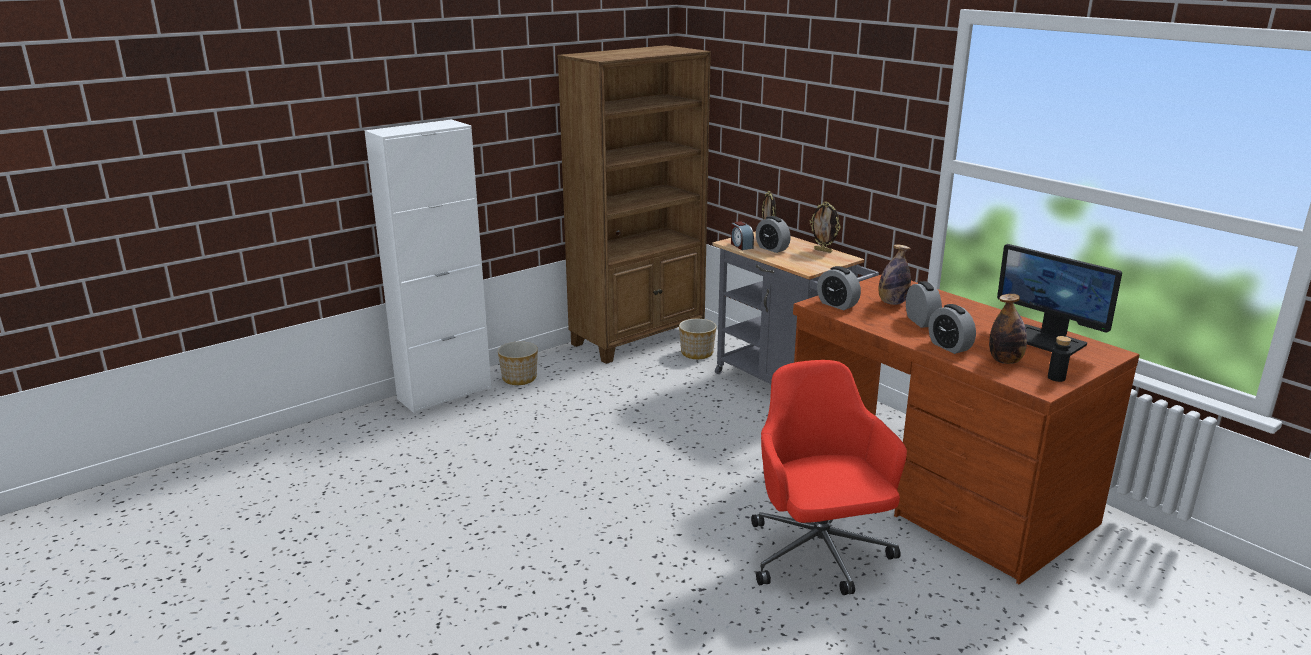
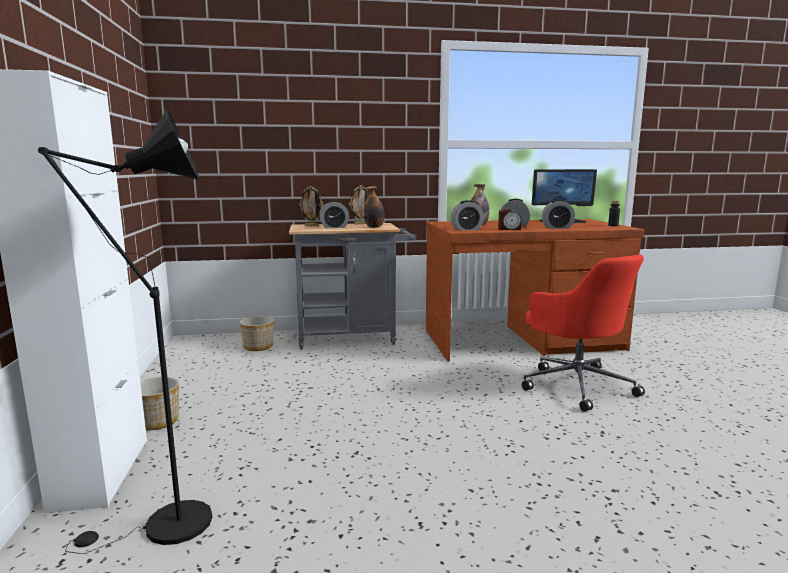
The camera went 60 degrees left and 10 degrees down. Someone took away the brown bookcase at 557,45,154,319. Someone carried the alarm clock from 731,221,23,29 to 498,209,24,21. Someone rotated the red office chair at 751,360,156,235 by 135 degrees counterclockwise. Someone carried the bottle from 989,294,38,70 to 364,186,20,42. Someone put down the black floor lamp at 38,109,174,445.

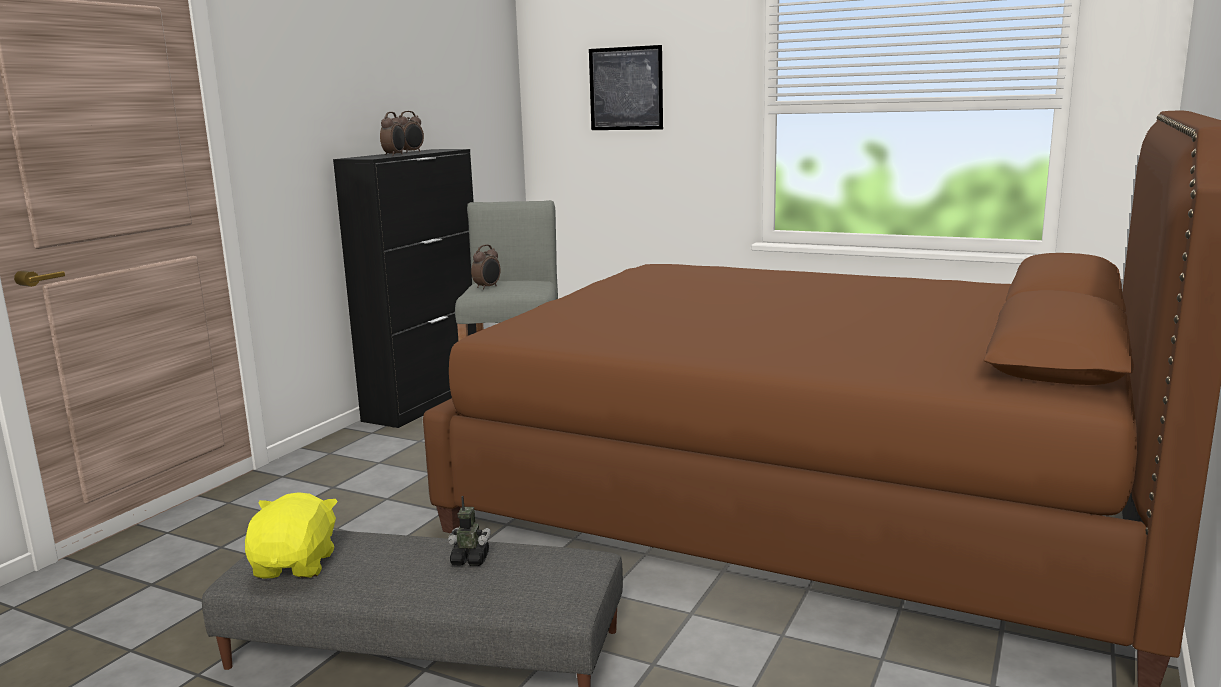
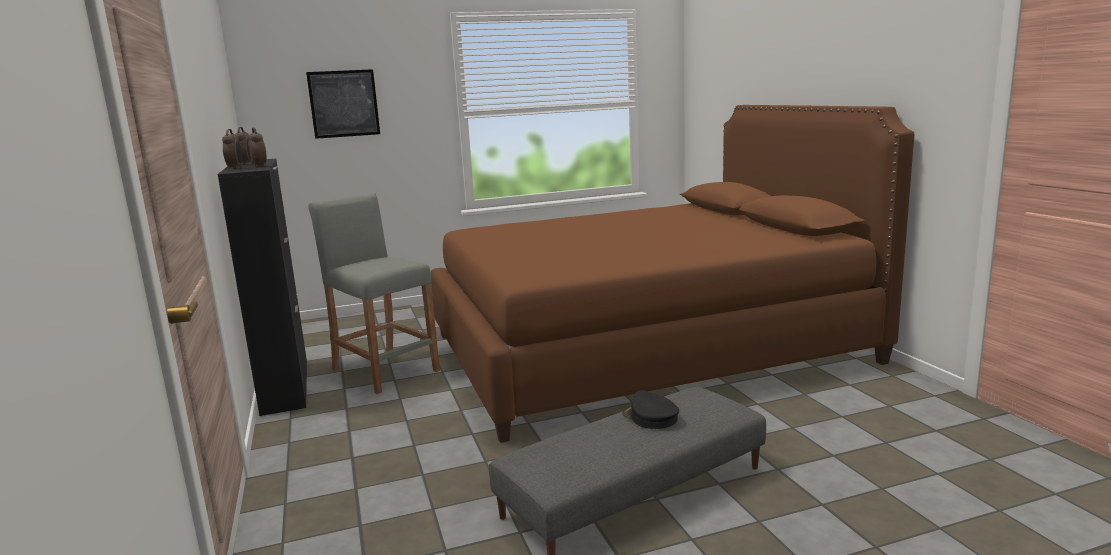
The camera went 45 degrees left and 0 degrees up. Someone took away the yellow plush toy at 245,492,93,86. Someone swapped the toy robot at 448,496,43,70 for the black cap at 622,390,58,39. Someone carried the alarm clock from 471,244,30,46 to 222,129,21,40.

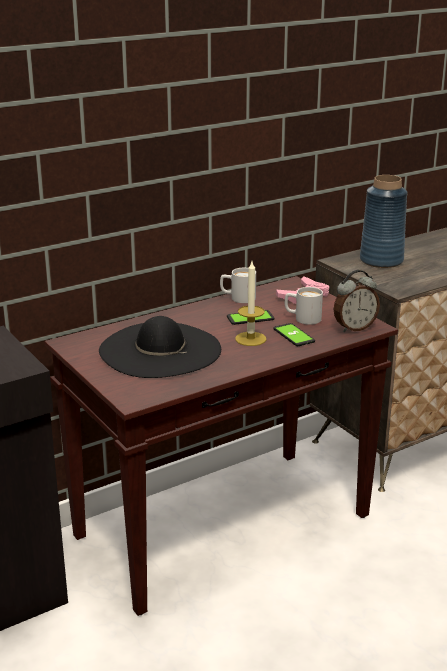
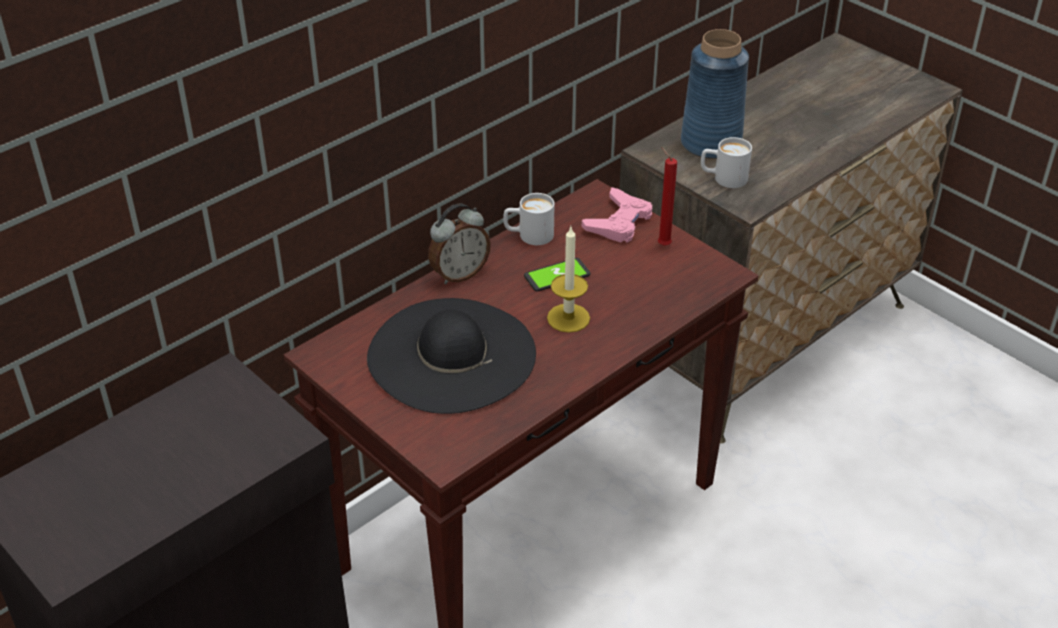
The camera went 10 degrees left and 15 degrees up. Someone took away the phone at 273,323,42,23. Someone carried the white mug from 285,287,38,38 to 701,137,51,51. Someone carried the alarm clock from 334,270,46,62 to 428,203,63,82. Someone put down the red candle at 658,147,19,99.

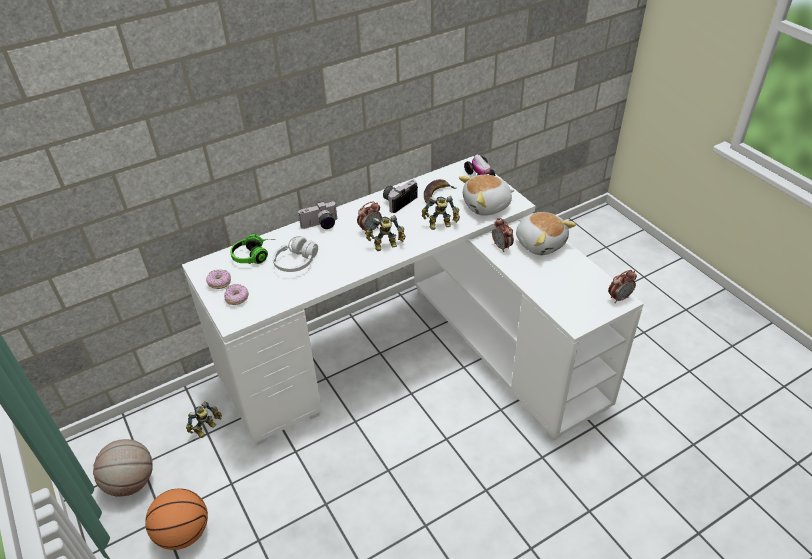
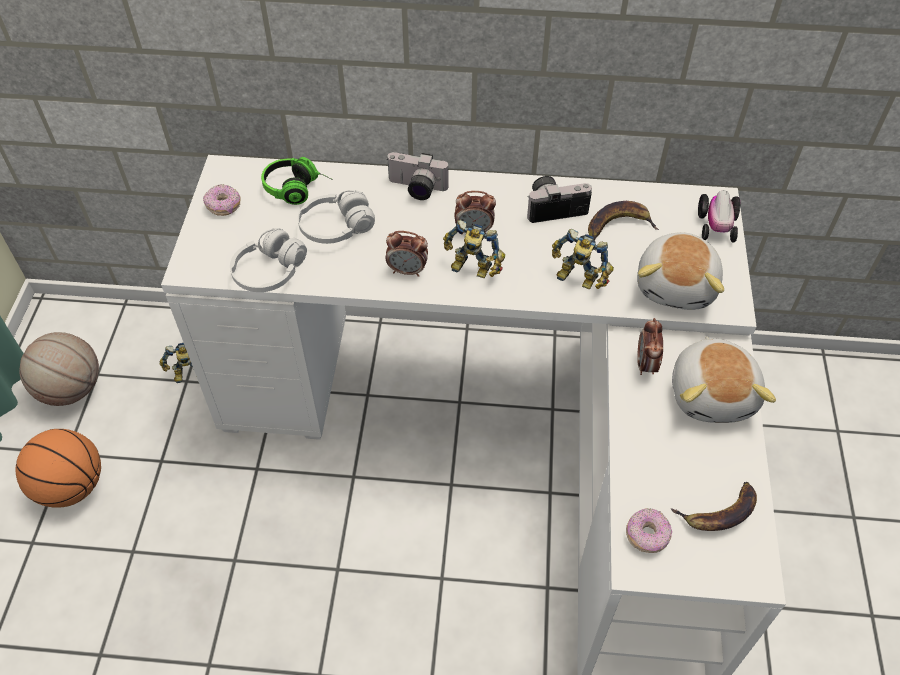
The camera went 35 degrees right and 10 degrees up. Someone carried the donut from 224,284,25,21 to 626,508,46,45. Someone rotated the plush toy at 459,175,56,41 by 90 degrees counterclockwise. Someone carried the alarm clock from 608,270,29,33 to 386,231,42,46. Someone put down the white headphones at 230,228,77,64. Someone put down the banana at 671,482,86,49.

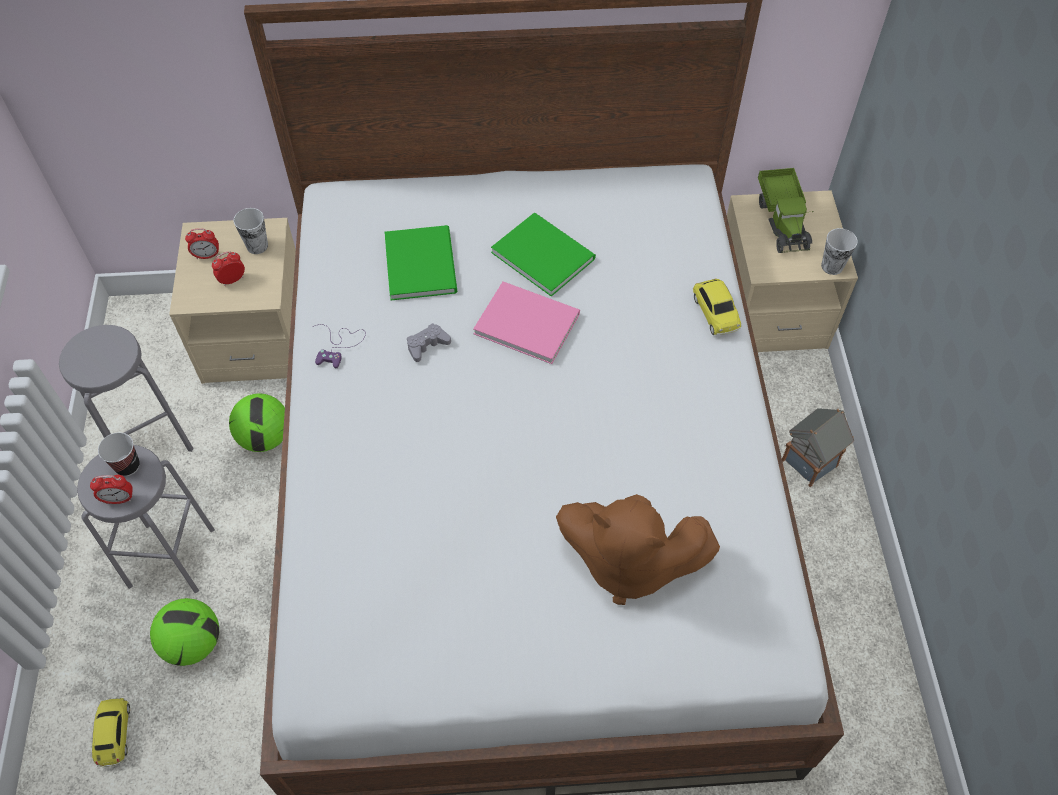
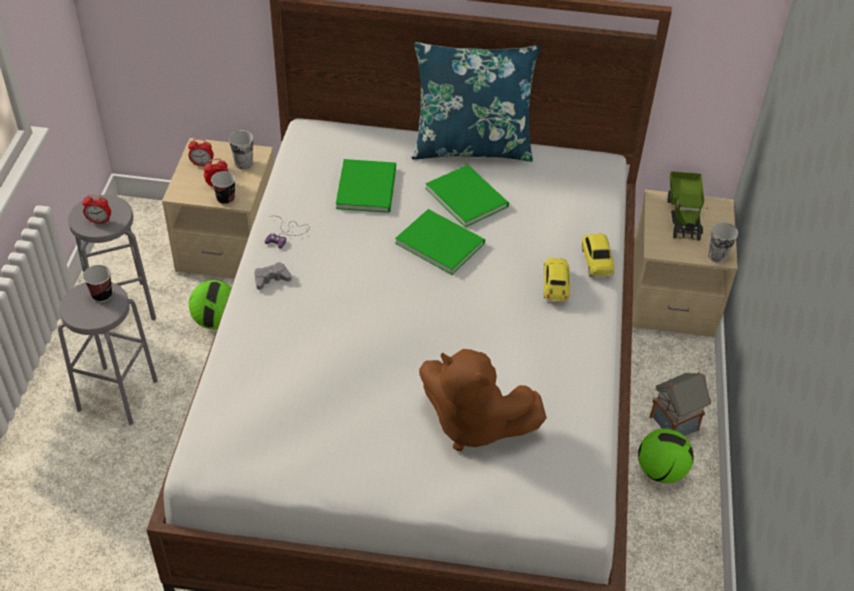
The camera went 10 degrees right and 10 degrees down. Someone carried the alarm clock from 90,475,43,29 to 82,194,29,30. Someone carried the toy car from 92,698,38,69 to 544,258,26,44. Someone carried the football from 150,598,69,68 to 638,429,56,54. Someone carried the grey game controller from 407,323,44,39 to 254,262,38,28. Someone repainted the pink book at 473,281,107,83, which became the green book at 395,209,90,66. Someone put down the cup at 211,171,25,34. Someone put down the blue pillow at 412,42,129,120.

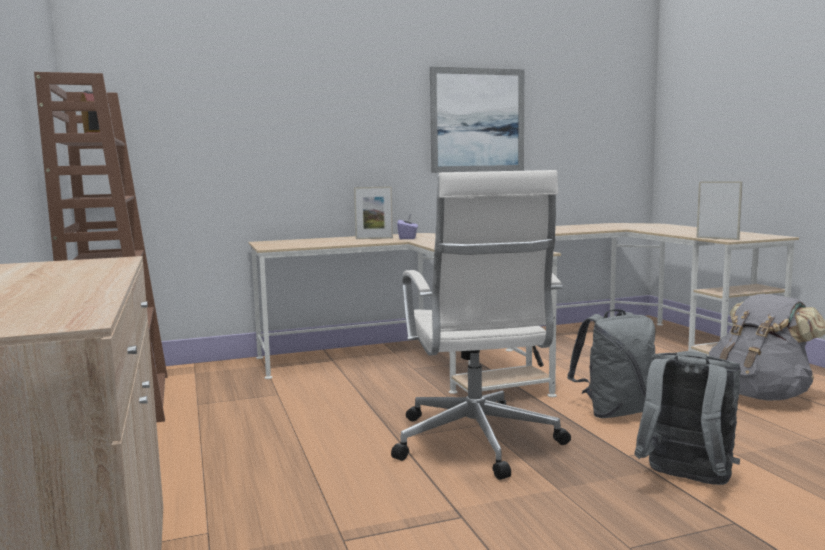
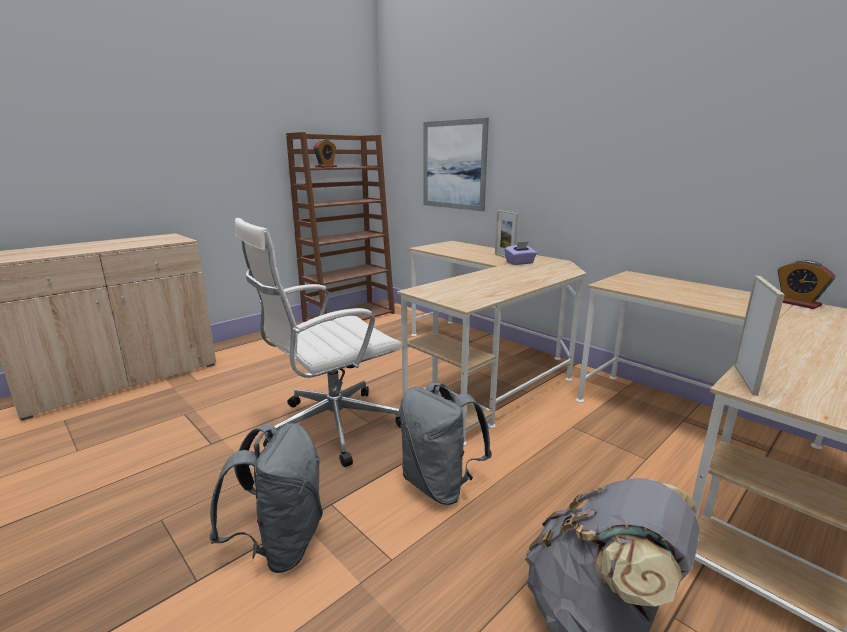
The camera went 65 degrees right and 10 degrees up. Someone carried the picture from 430,67,94,106 to 423,118,66,93. Someone put down the alarm clock at 778,260,57,49.

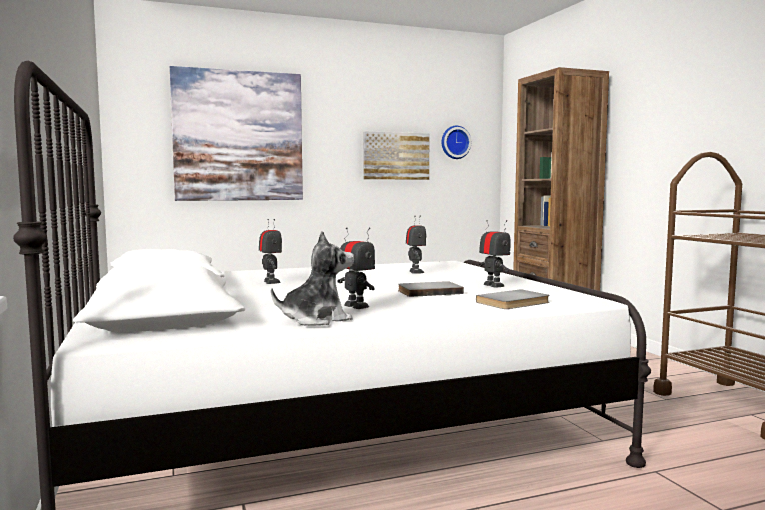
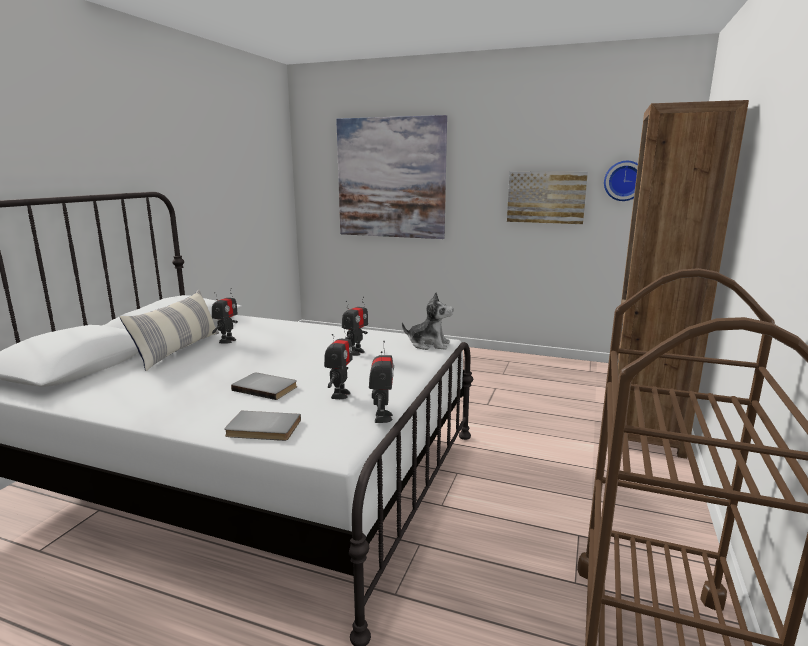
The camera went 40 degrees right and 10 degrees up. Someone carried the plush toy from 271,231,83,95 to 402,292,51,58. Someone carried the toy robot from 338,227,37,82 to 369,341,25,82. Someone put down the pillow at 120,290,99,81.

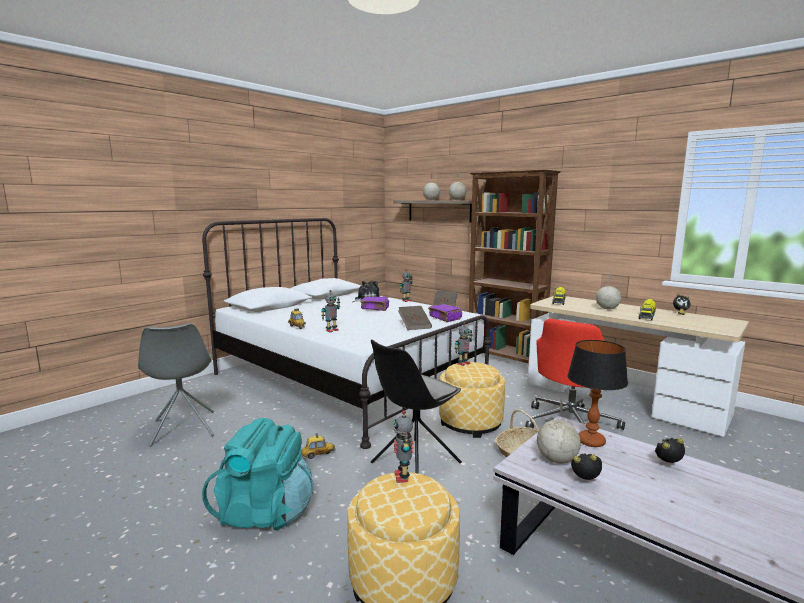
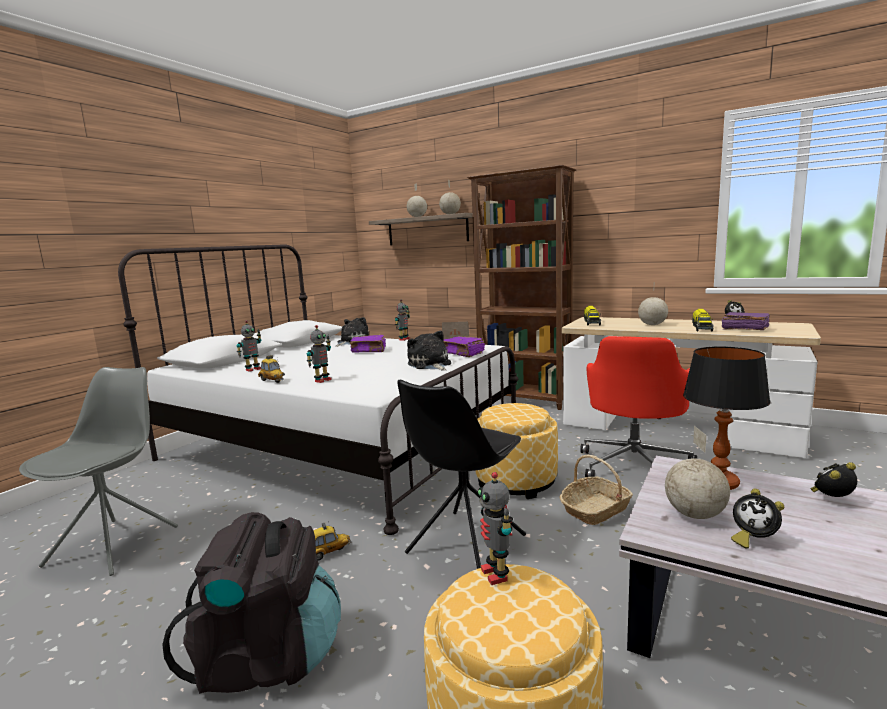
The camera went 10 degrees left and 0 degrees up. Someone rotated the grey chair at 138,323,76,124 by 135 degrees counterclockwise. Someone repainted the turquoise backpack at 202,418,111,112, which became the black backpack at 162,512,179,182. Someone swapped the brown book at 398,306,34,24 for the plush toy at 407,330,44,40. Someone carried the toy robot from 455,322,18,44 to 236,320,26,52. Someone rotated the alarm clock at 571,454,31,26 by 135 degrees counterclockwise. Someone put down the purple book at 722,312,48,18.

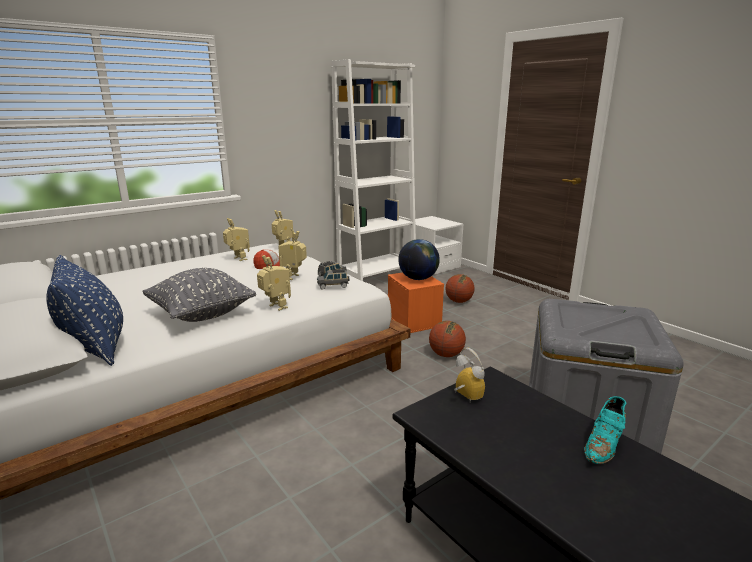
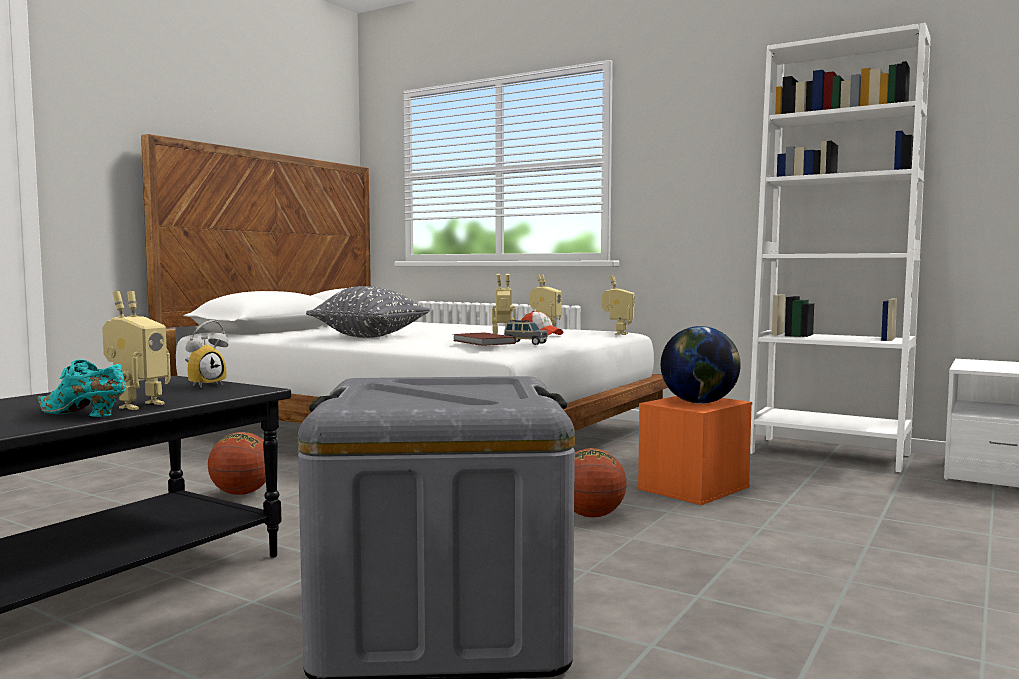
The camera went 70 degrees right and 15 degrees down. Someone took away the blue pillow at 46,255,77,111. Someone carried the toy robot from 257,255,34,56 to 102,291,69,119. Someone swapped the grey toy car at 317,268,32,22 for the brown book at 453,332,63,14. Someone carried the basketball from 446,274,28,29 to 208,432,58,63.

